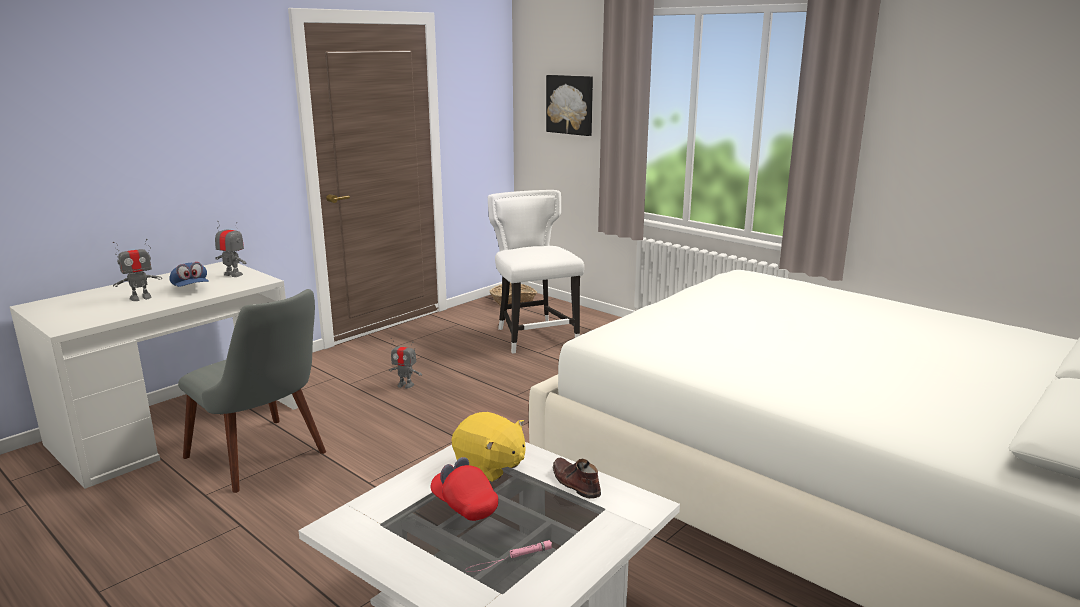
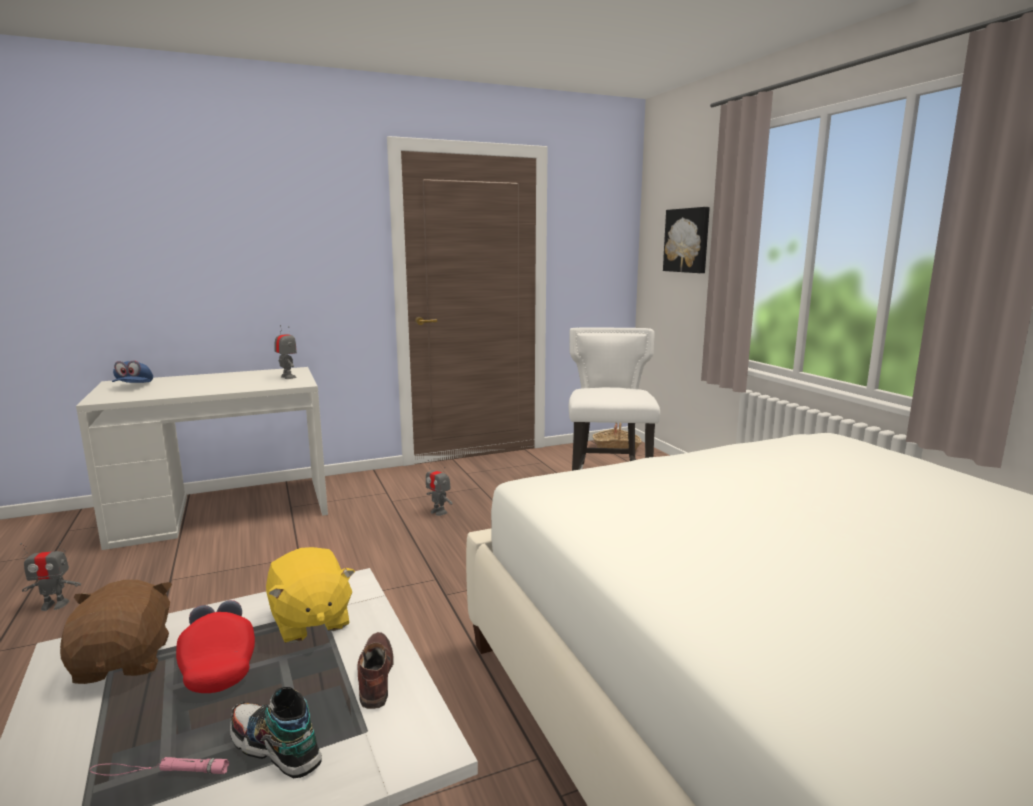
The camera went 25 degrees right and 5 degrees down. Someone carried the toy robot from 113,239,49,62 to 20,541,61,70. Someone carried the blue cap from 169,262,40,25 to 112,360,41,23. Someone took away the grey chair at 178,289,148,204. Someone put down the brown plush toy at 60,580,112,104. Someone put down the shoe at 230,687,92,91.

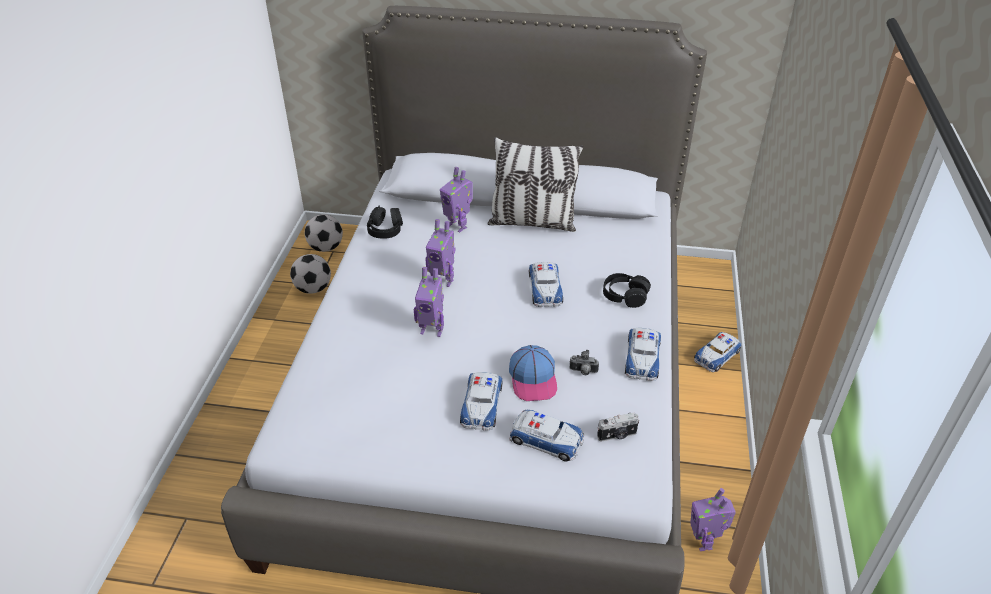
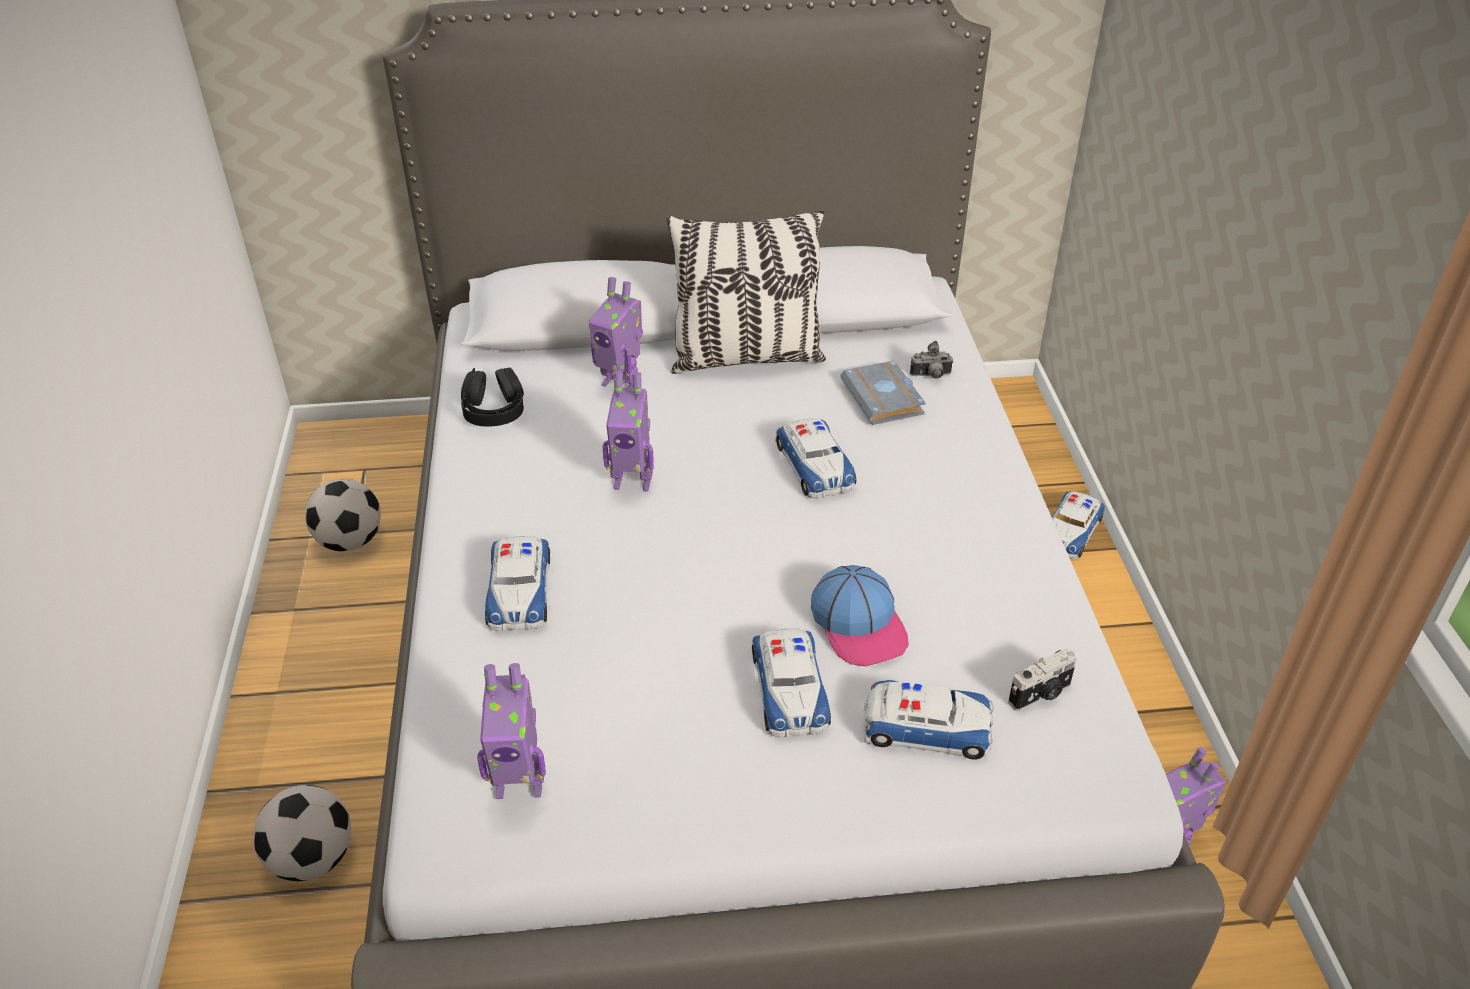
The camera went 15 degrees left and 0 degrees up. Someone carried the football from 305,214,38,38 to 253,785,98,96. Someone carried the toy robot from 414,267,30,70 to 477,663,69,136. Someone carried the photo camera from 570,350,29,25 to 910,341,43,38. Someone took away the black headphones at 603,273,48,35. Someone carried the toy car from 625,328,36,53 to 485,536,65,95. Someone put down the grey book at 840,360,86,65.

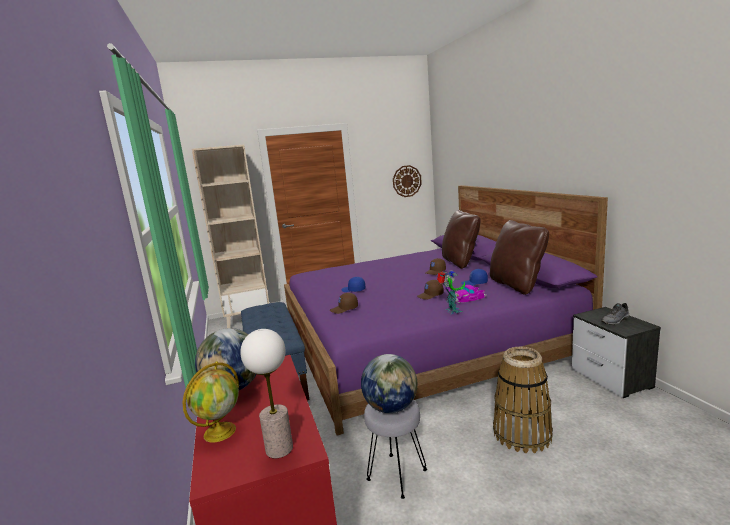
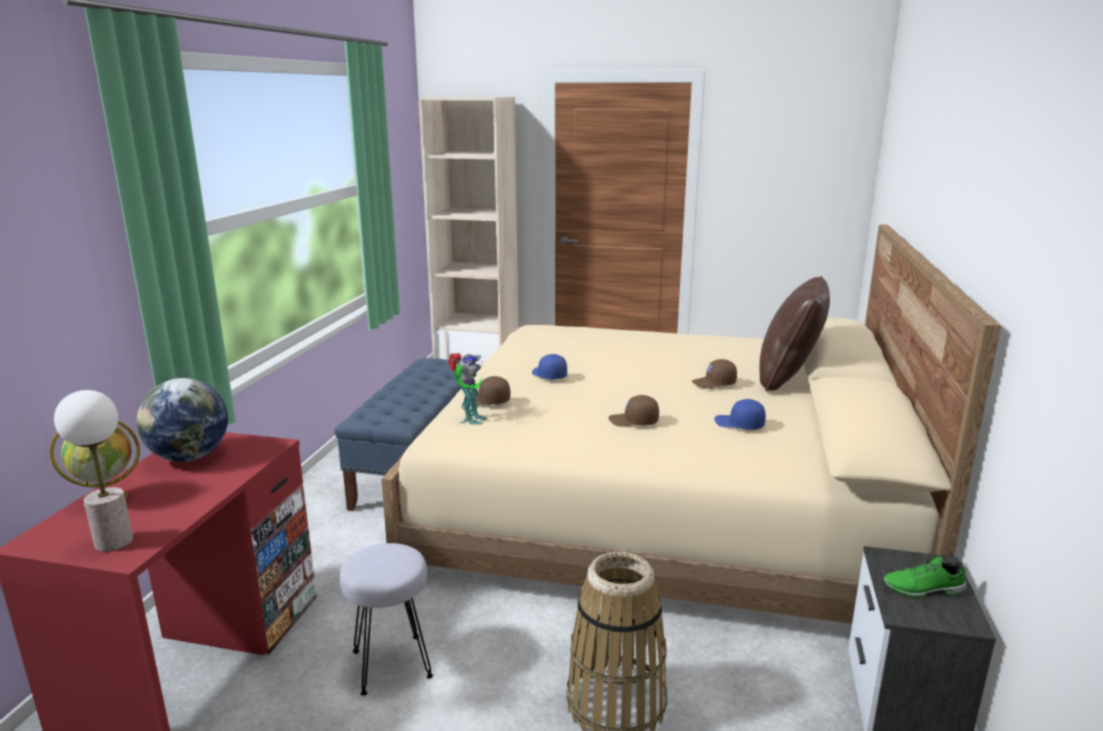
The camera went 30 degrees right and 5 degrees up. Someone repainted the purple bed at 284,185,324,250, which became the beige bed at 381,224,620,400. Someone took away the globe at 361,354,56,59. Someone took away the wall clock at 393,165,29,32. Someone carried the toy robot from 437,270,28,44 to 448,353,40,72. Someone took away the toy car at 450,285,37,18. Someone took away the brown pillow at 490,220,59,75. Someone repainted the grey shoe at 601,303,28,22, which became the green shoe at 883,556,84,41.

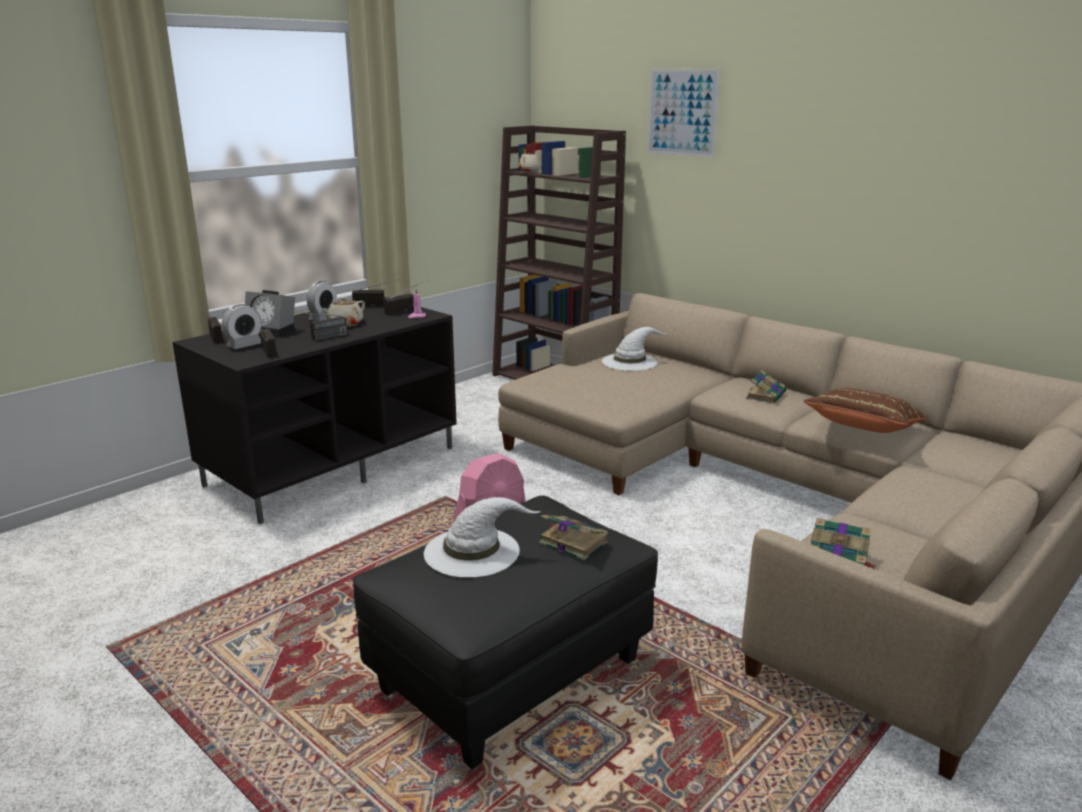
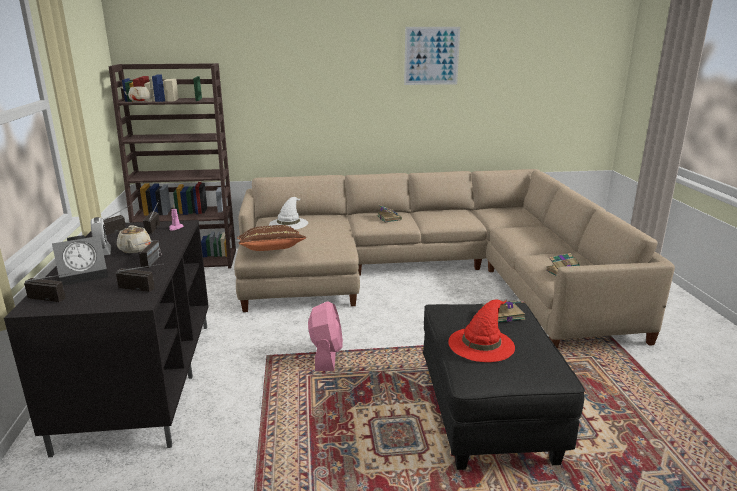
The camera went 50 degrees left and 0 degrees up. Someone took away the alarm clock at 222,304,40,45. Someone repainted the white hat at 424,497,117,80, which became the red hat at 448,300,67,62. Someone carried the picture from 647,69,74,89 to 404,27,56,58. Someone carried the brown pillow from 803,388,126,45 to 237,225,69,26.

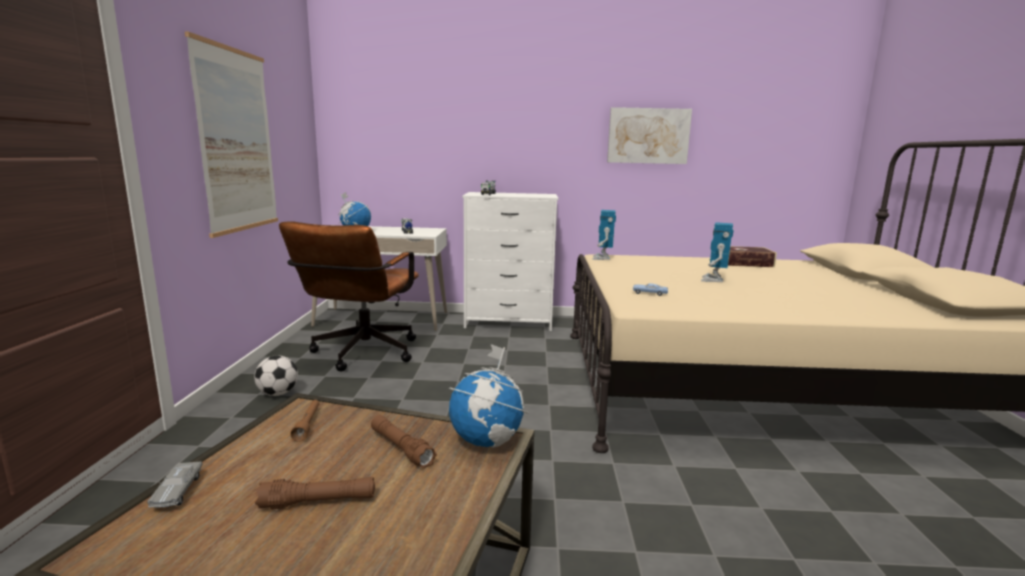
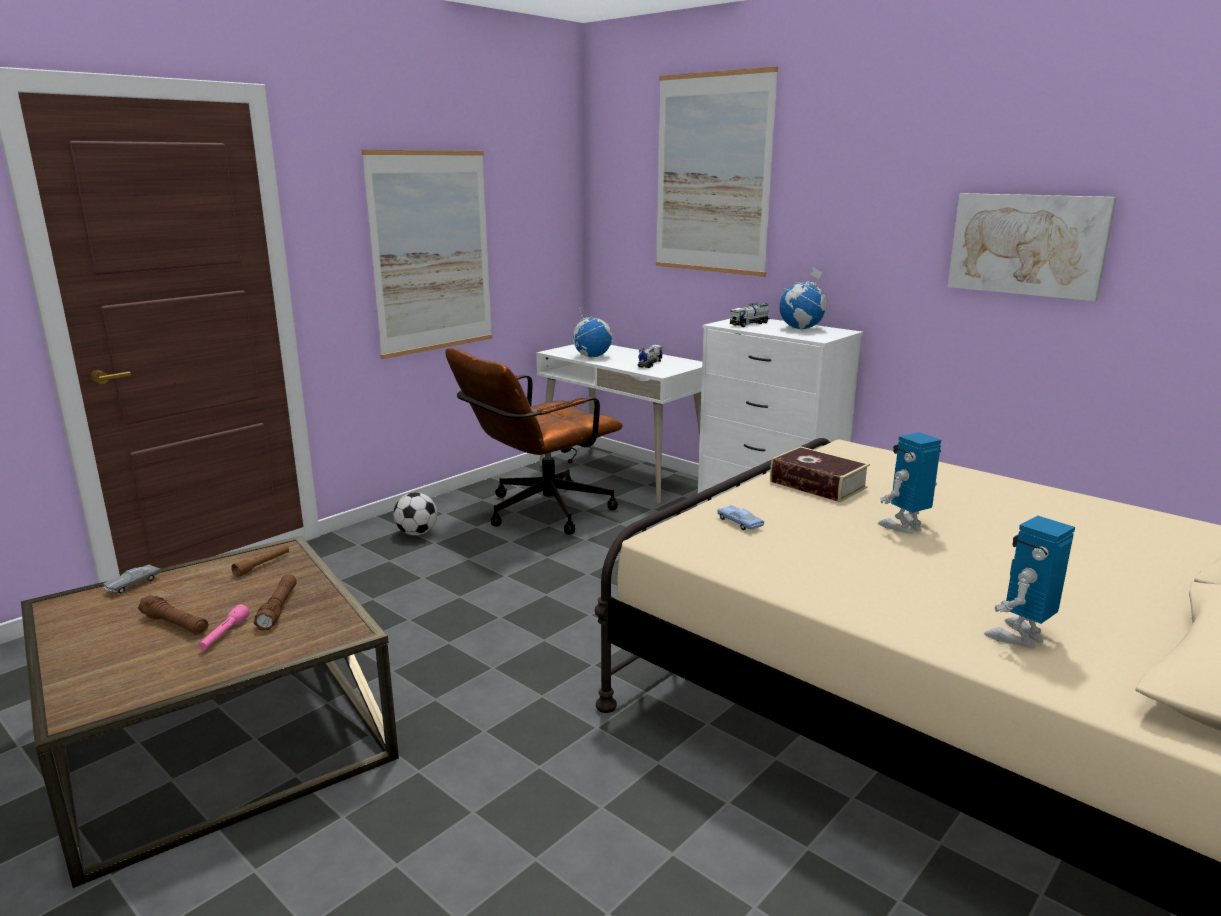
The camera went 40 degrees right and 5 degrees up. Someone carried the globe from 449,344,80,104 to 779,267,49,63. Someone carried the toy robot from 592,210,24,50 to 984,516,91,133. Someone carried the book from 728,246,49,21 to 770,446,100,56. Someone put down the pink flashlight at 198,604,51,46. Someone put up the picture at 656,67,122,210.

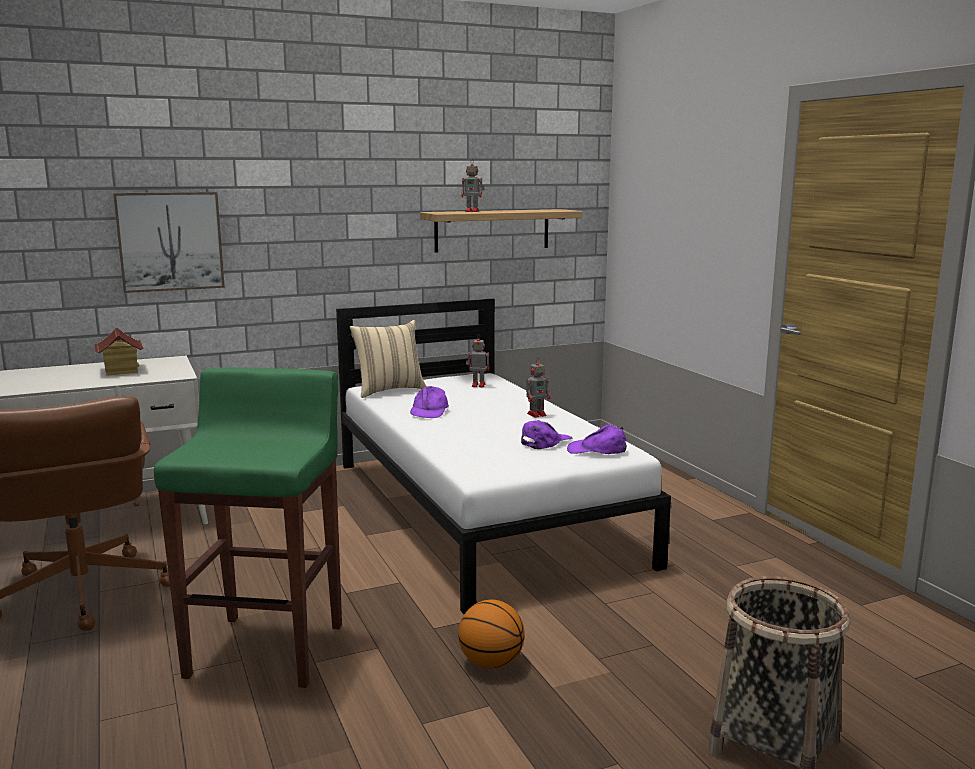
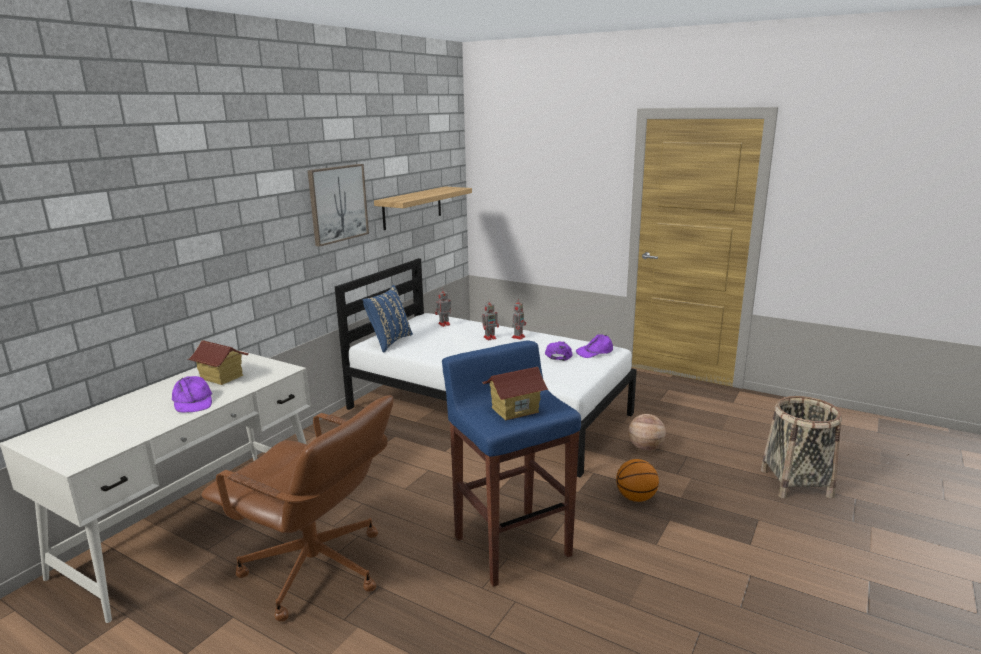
The camera went 35 degrees left and 5 degrees up. Someone carried the picture from 113,192,112,101 to 308,164,61,83. Someone repainted the green stool at 154,367,188,321, which became the blue stool at 442,341,139,246. Someone repainted the beige pillow at 350,320,77,78, which became the blue pillow at 363,285,50,68. Someone carried the purple cap from 410,386,39,32 to 172,376,40,37. Someone carried the toy robot from 461,161,23,51 to 482,299,17,41. Someone put down the toy house at 482,367,66,54. Someone put down the basketball at 628,414,38,37.

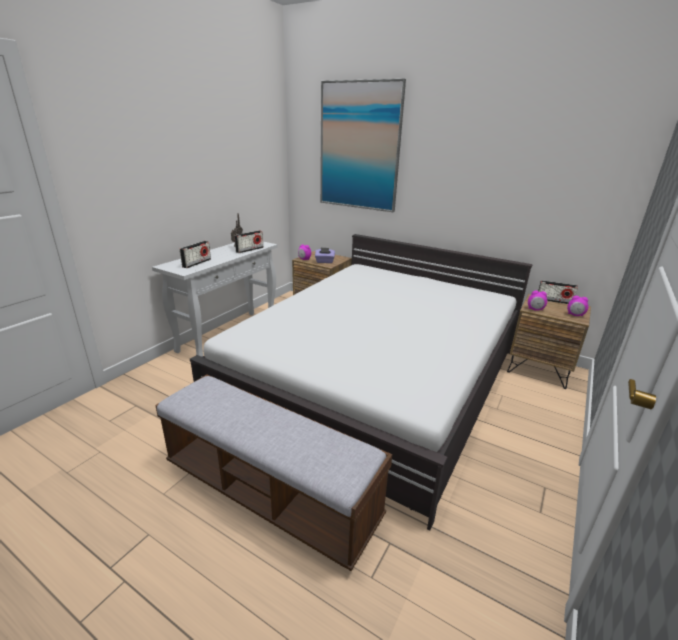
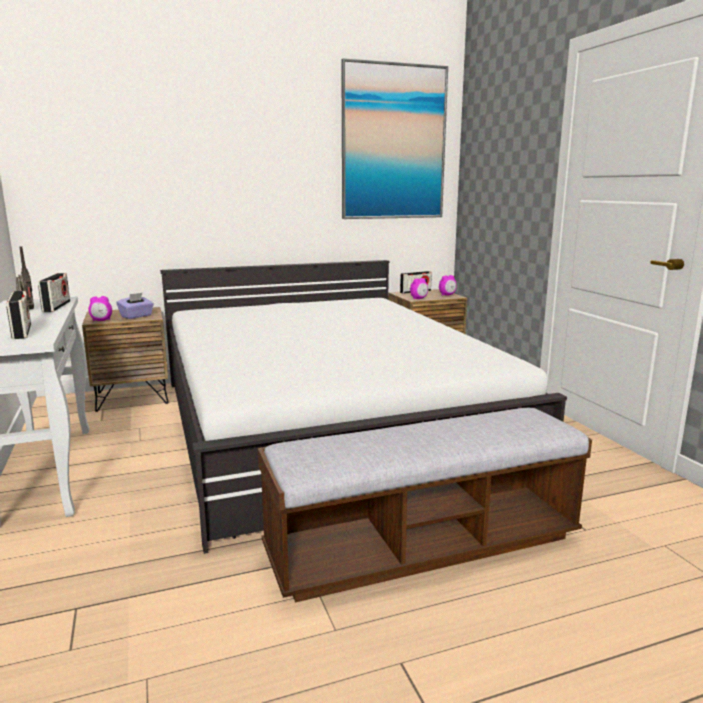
The camera went 50 degrees left and 10 degrees down. Someone carried the picture from 320,79,86,133 to 341,58,107,161.

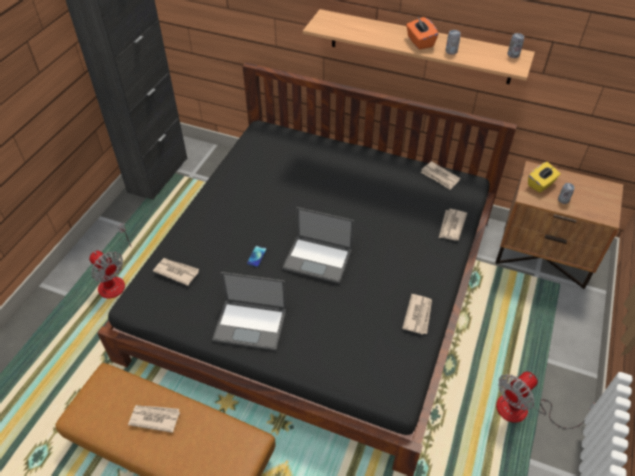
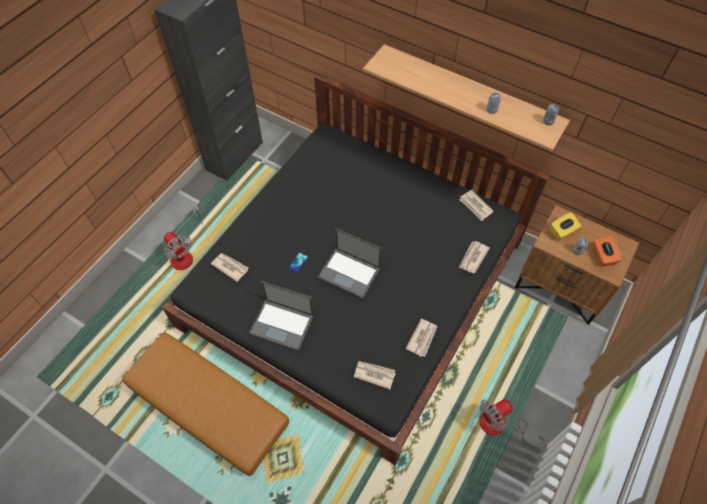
The camera went 10 degrees right and 10 degrees up. Someone carried the newspaper from 128,405,52,28 to 354,361,42,29. Someone carried the orange tissue box from 406,17,32,33 to 593,236,29,30.

